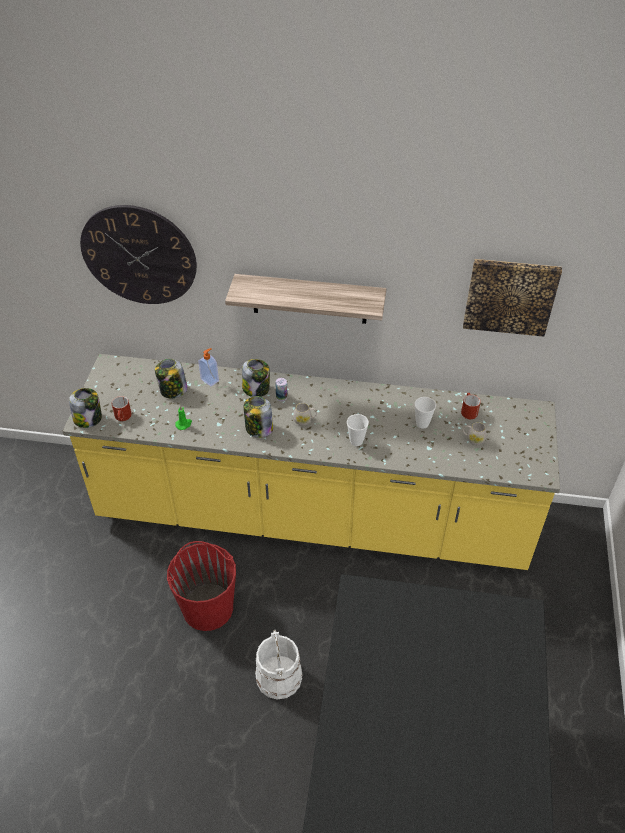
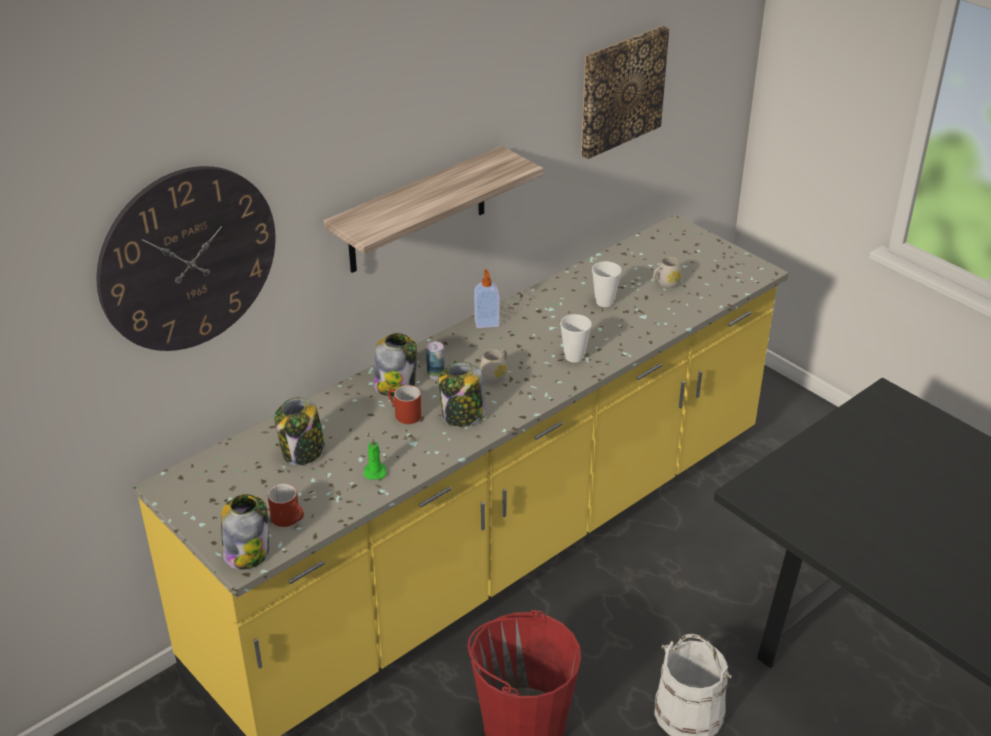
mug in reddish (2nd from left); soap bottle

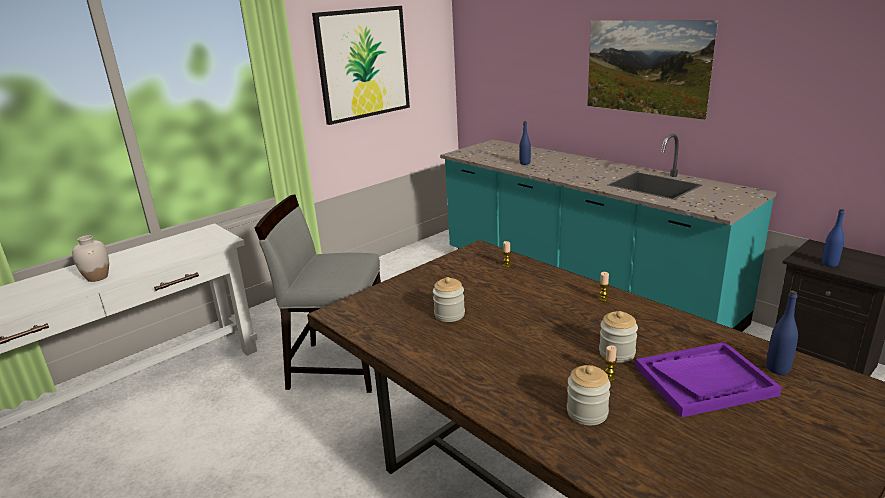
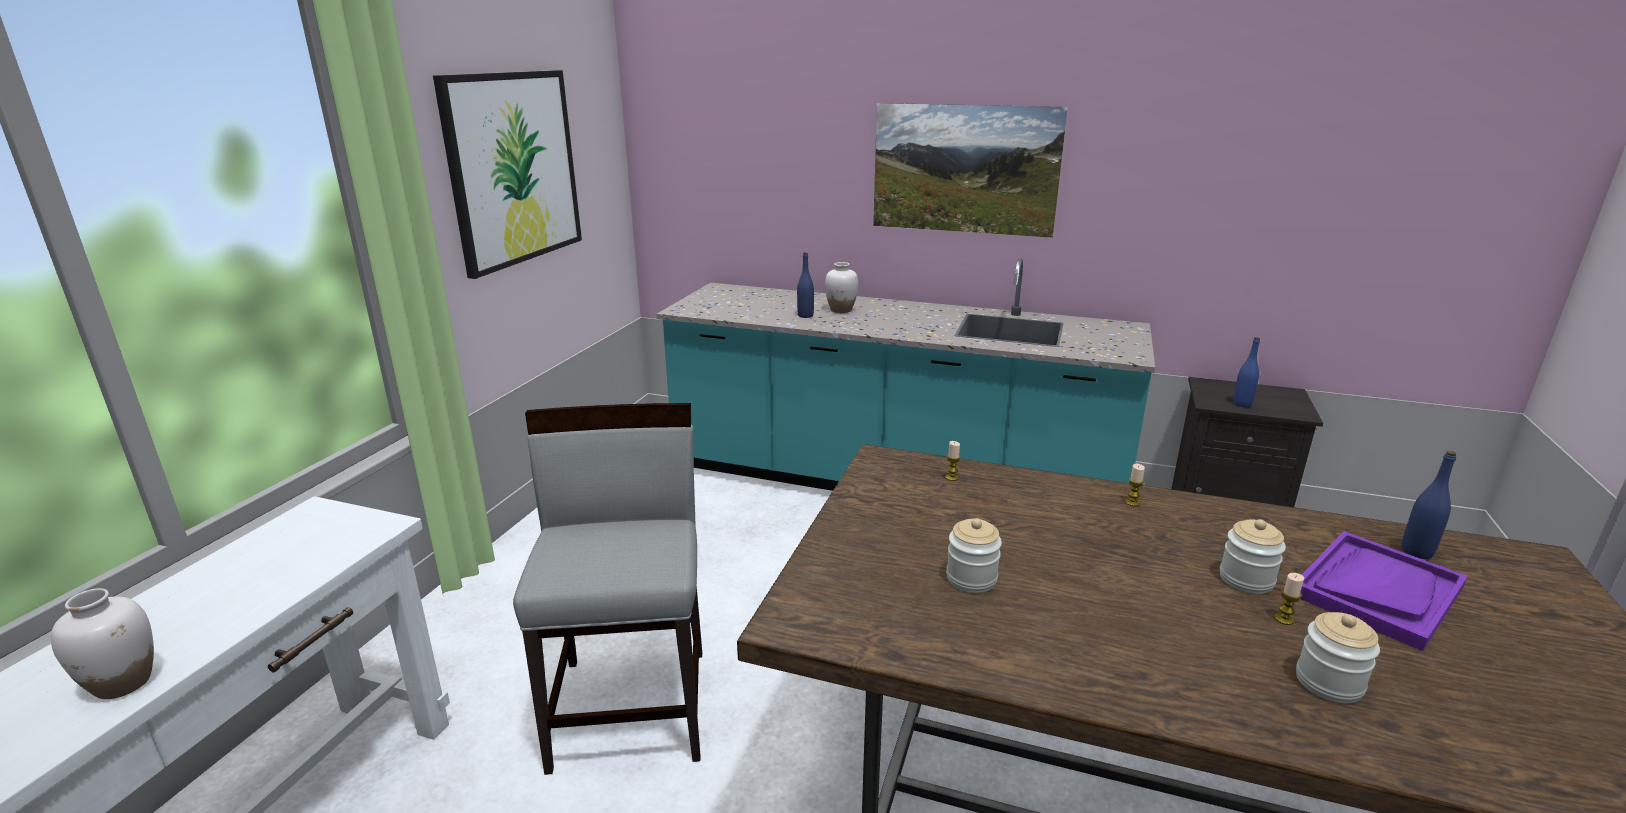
upright chair in gray; decorative vase in white-coloured (2nd from left)

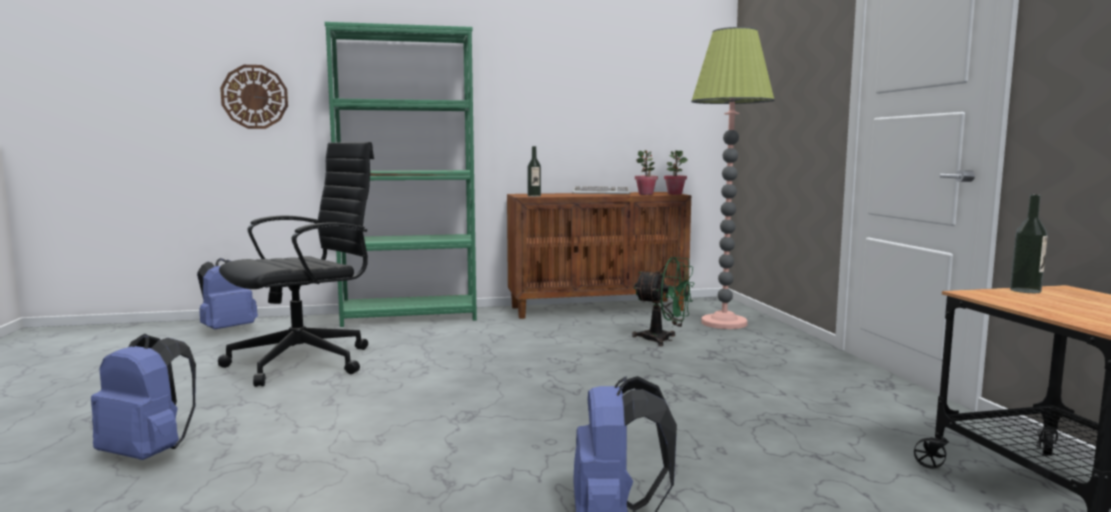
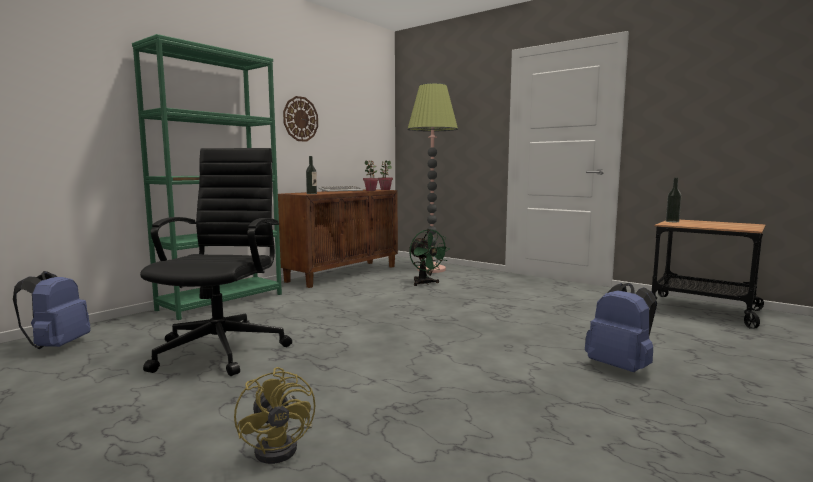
cooling fan in yellowish; wall clock; cooling fan in green

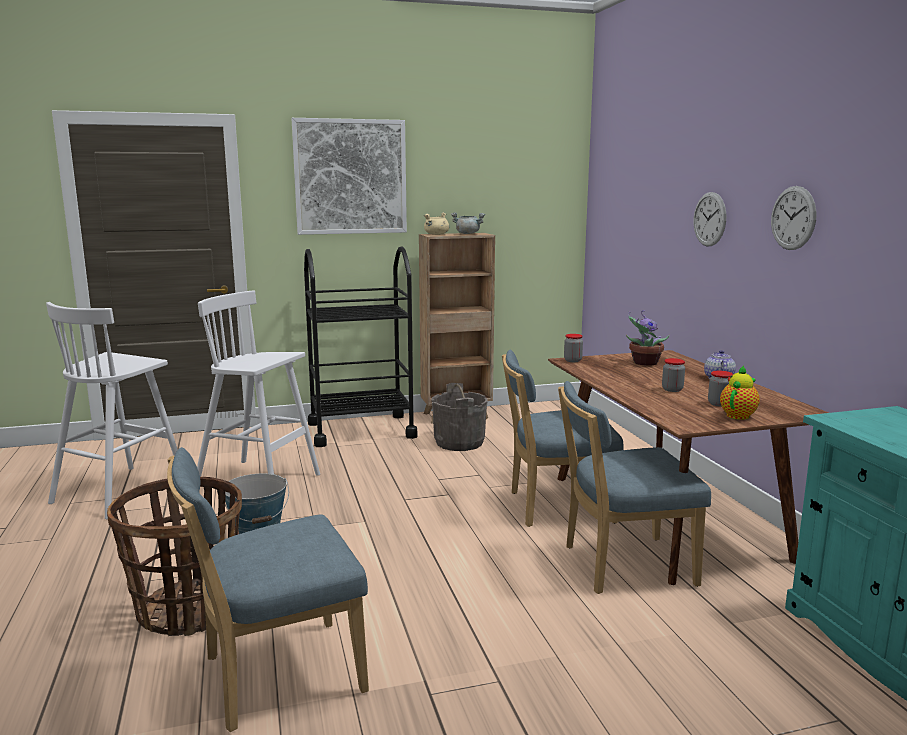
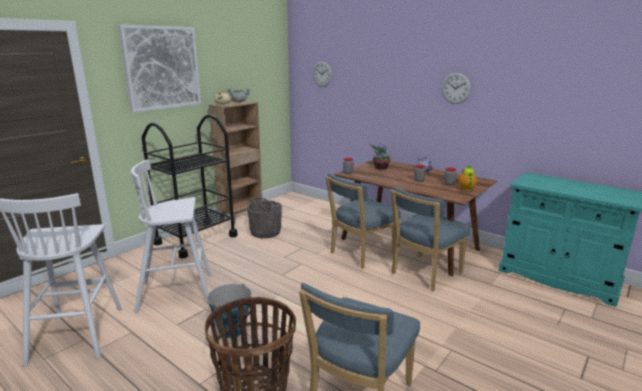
wall clock (1st from left)

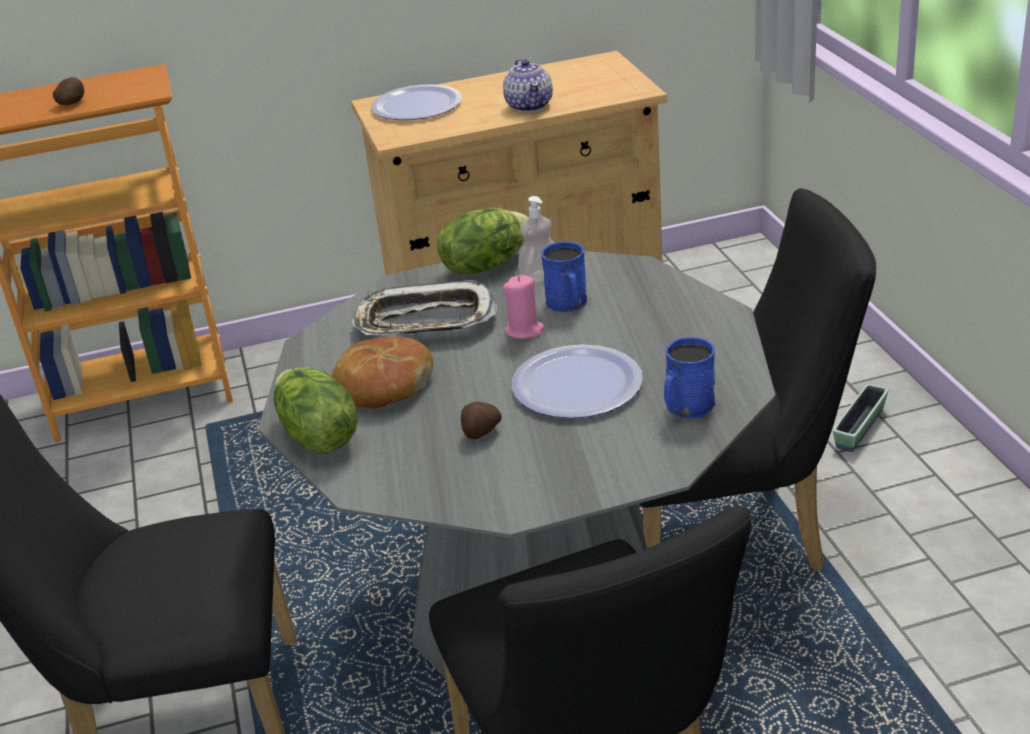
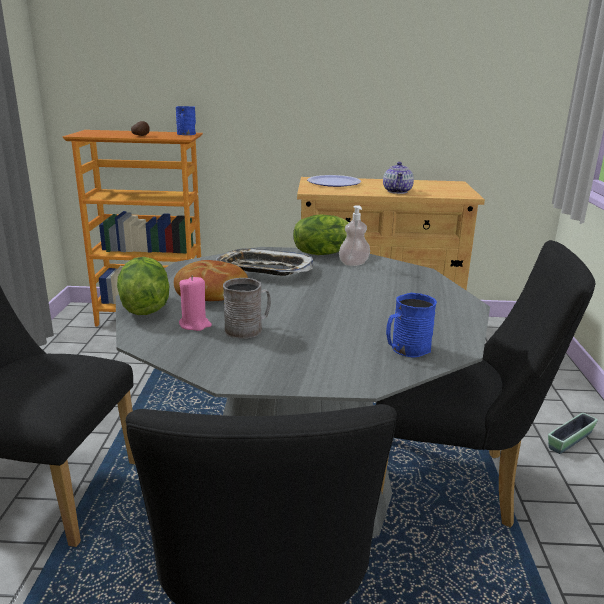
mug in bluish (1st from left); candle in pink; mug in gray; dinner plate (2nd from left in the first image)

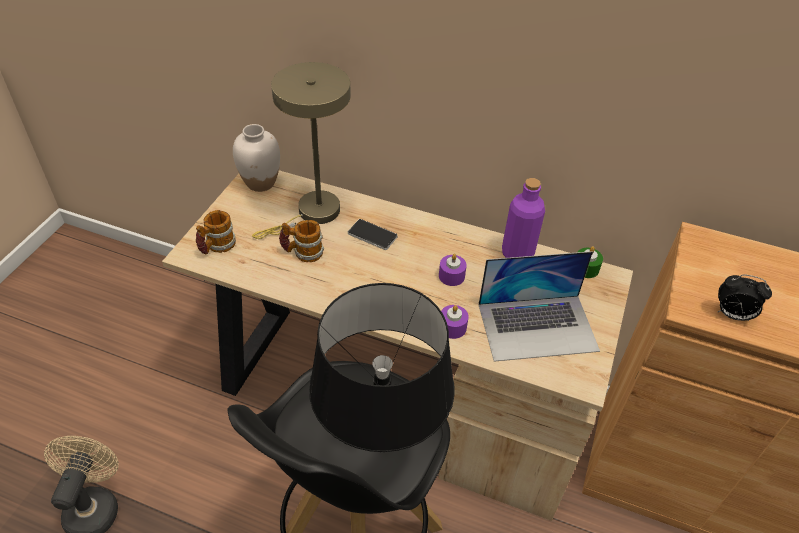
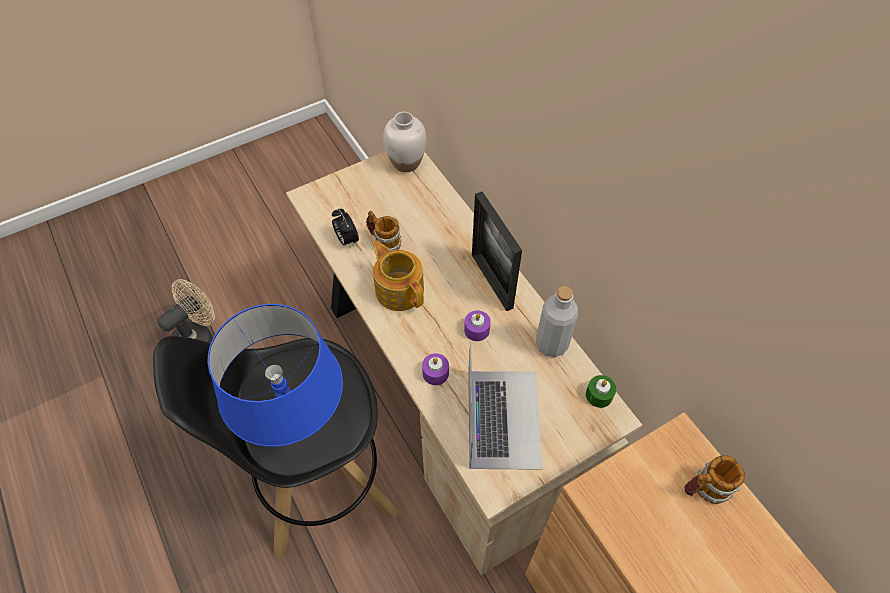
lamp for a table in bluish; alarm clock; pot for tea; notebook computer; photo frame; drink bottle in gray; mug (2nd from left); lamp for a table in beige; phone

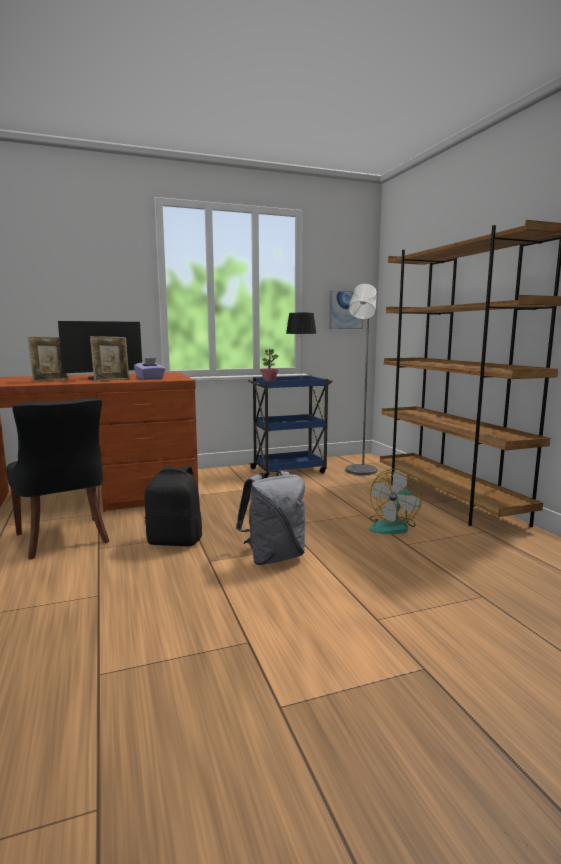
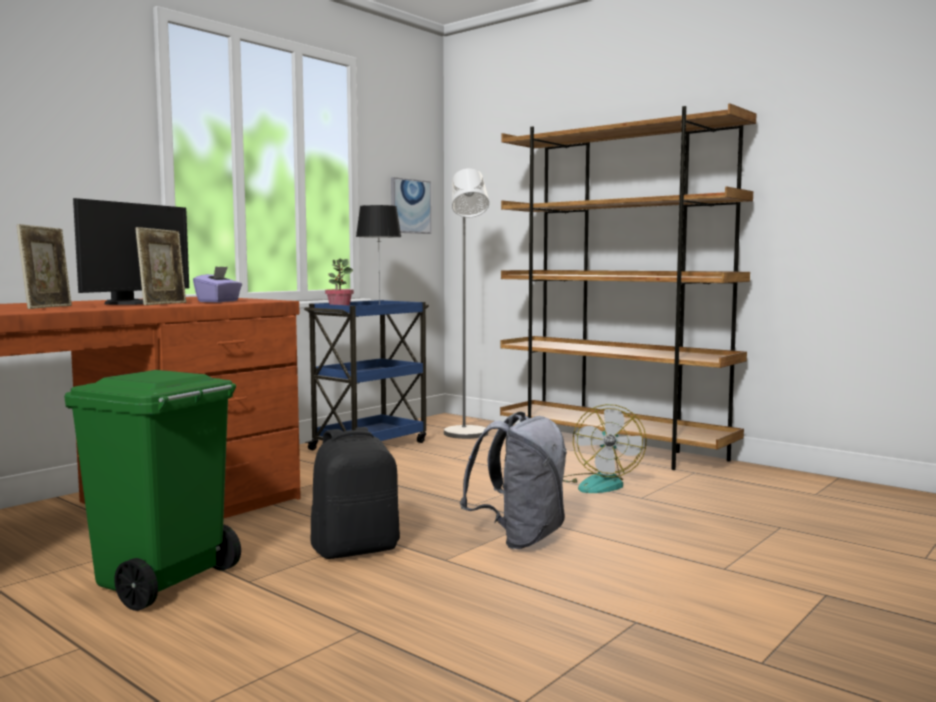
waste bin in green

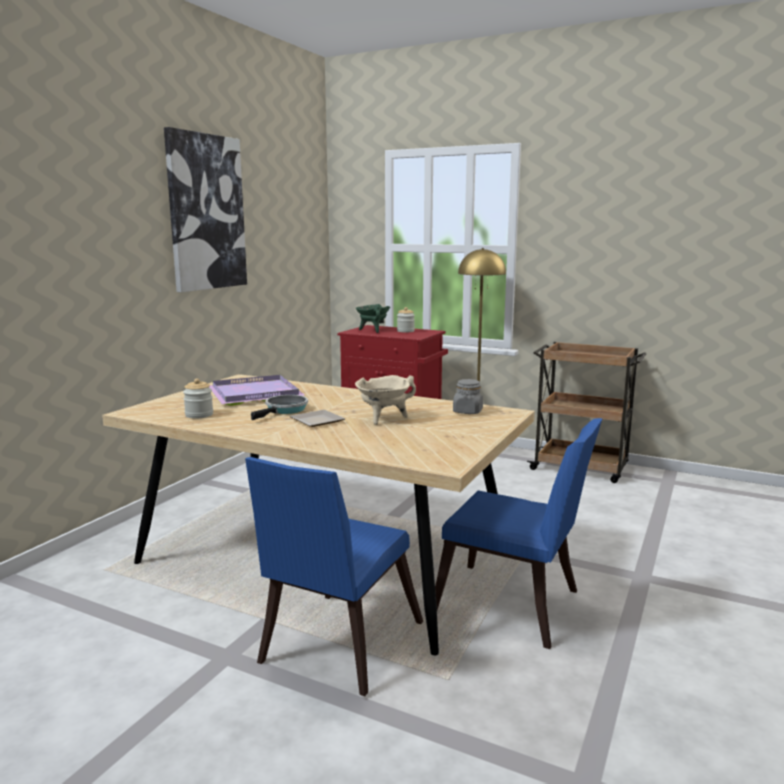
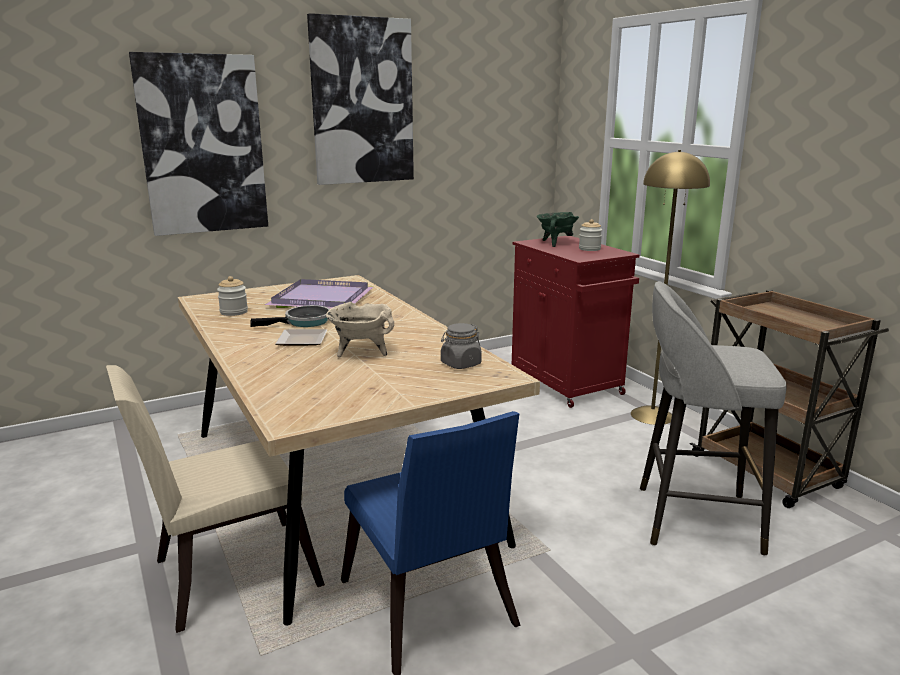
upright chair in beige; picture (1st from left); sitting stool in gray

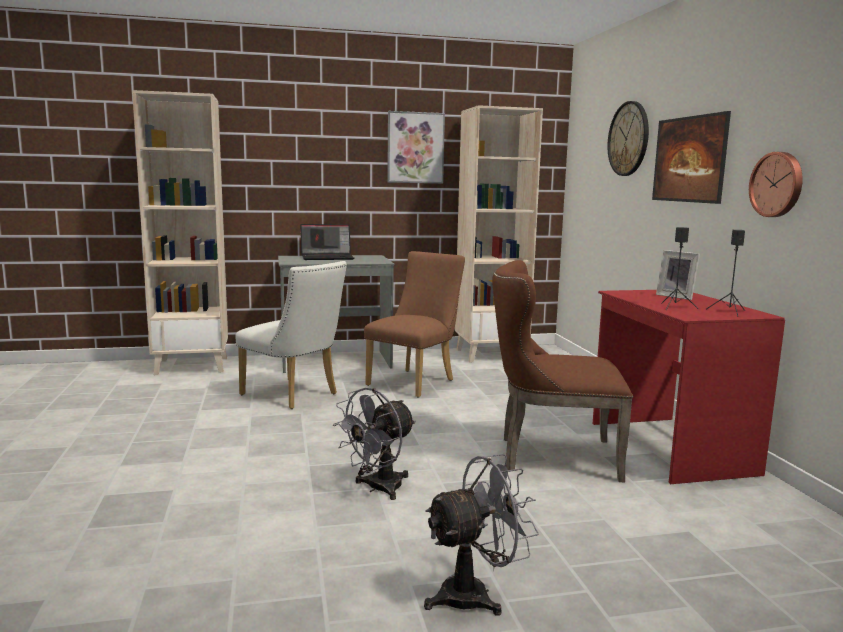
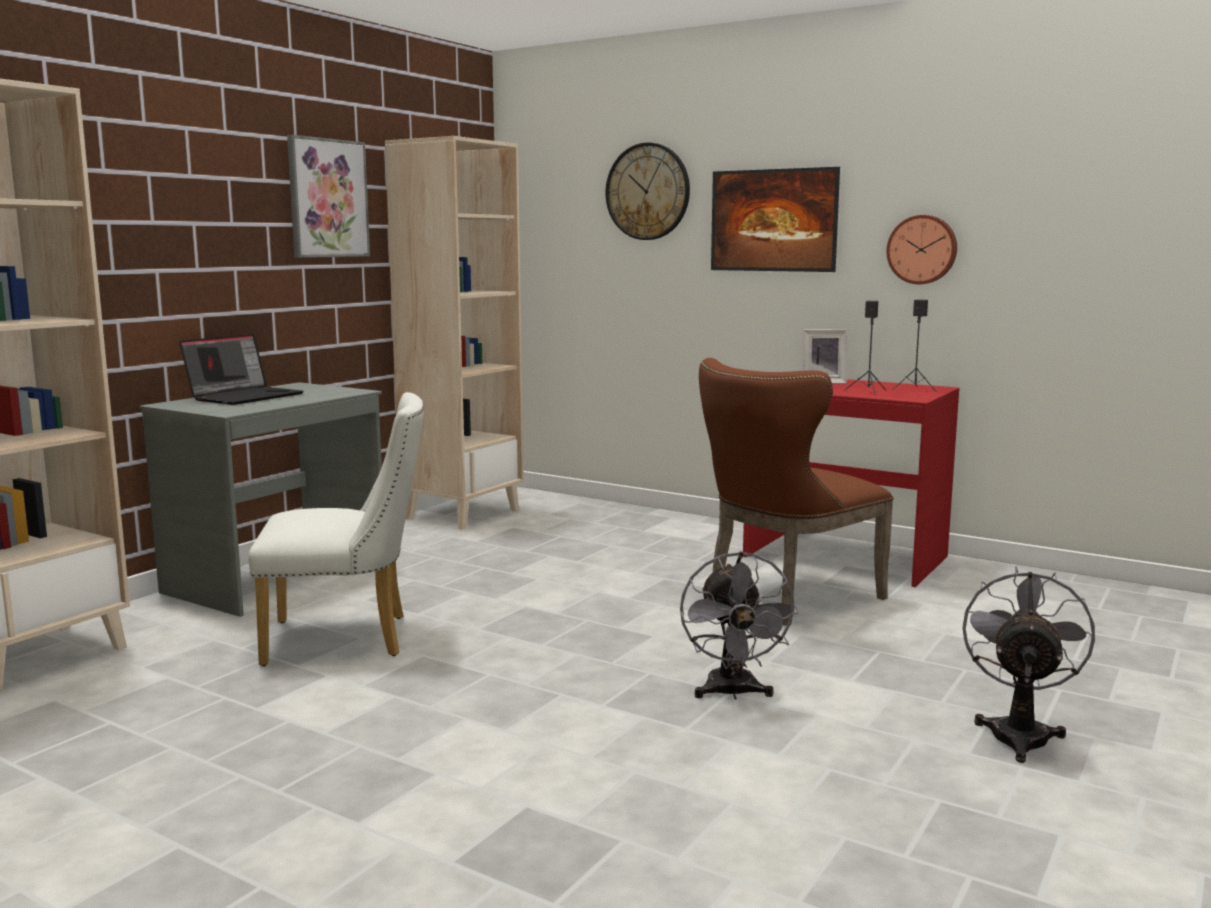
upright chair in brown (1st from left in the first image)

